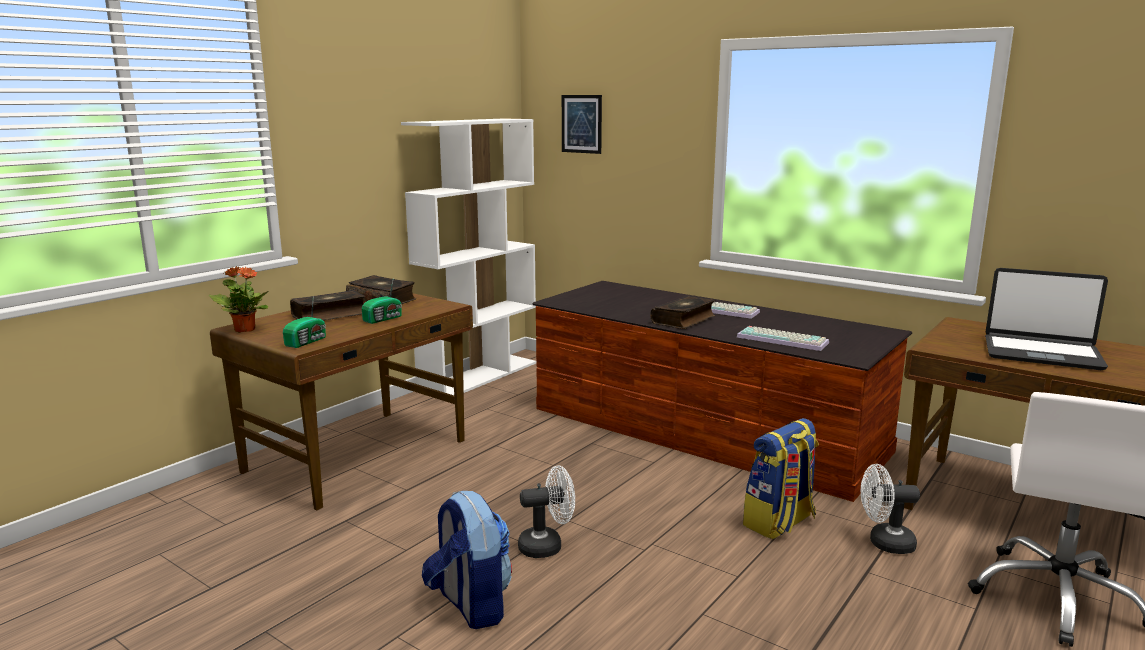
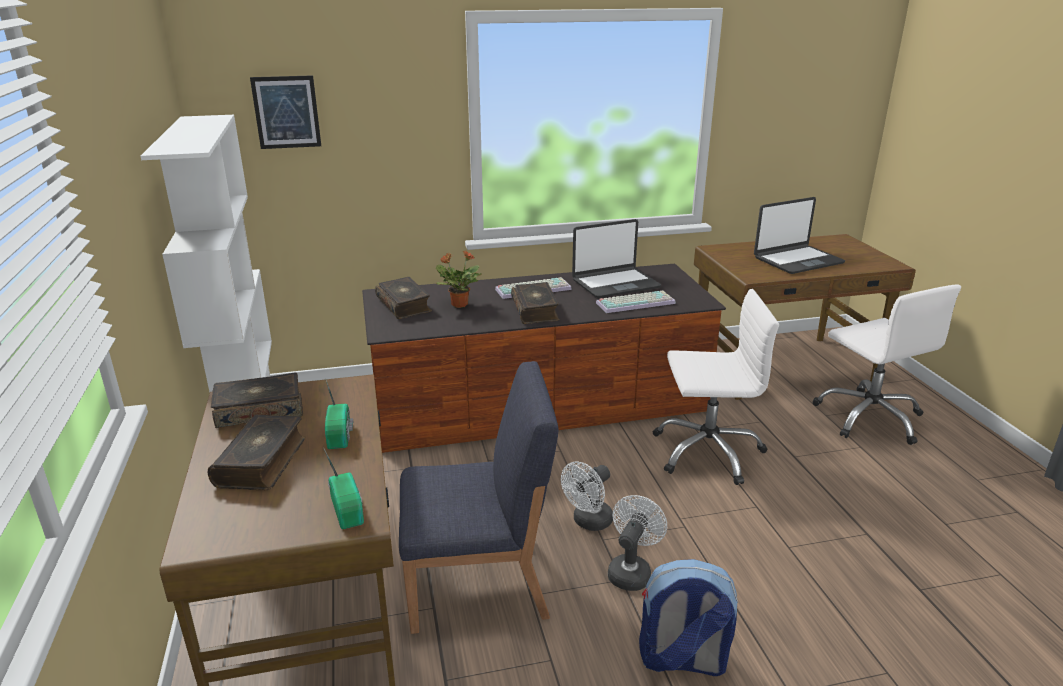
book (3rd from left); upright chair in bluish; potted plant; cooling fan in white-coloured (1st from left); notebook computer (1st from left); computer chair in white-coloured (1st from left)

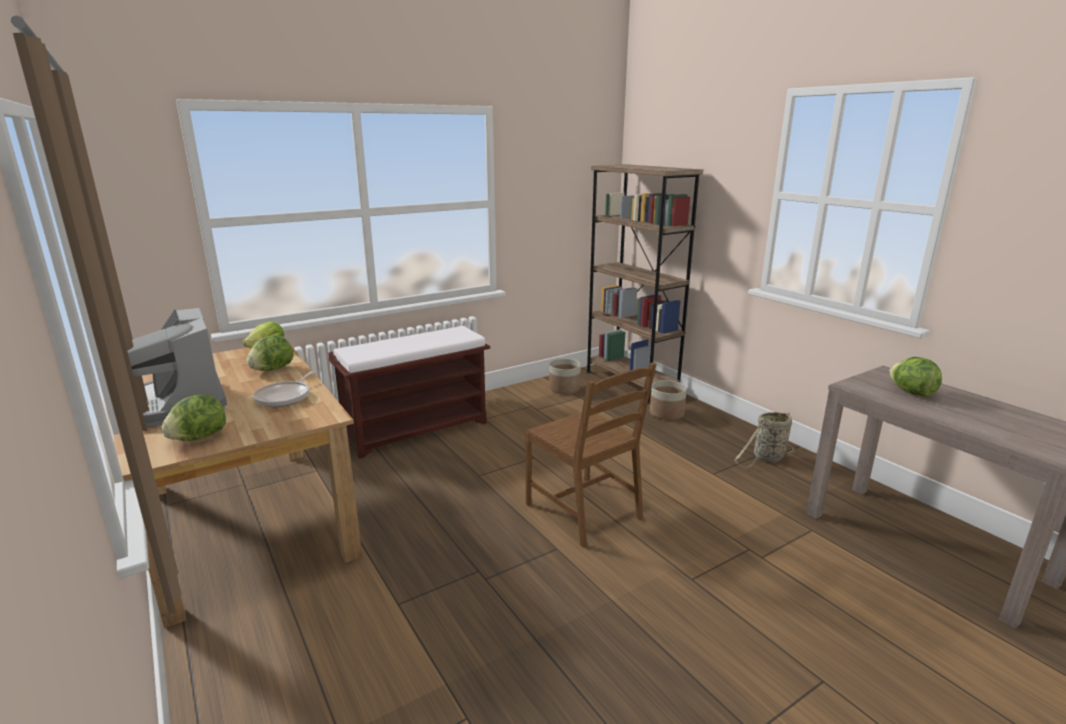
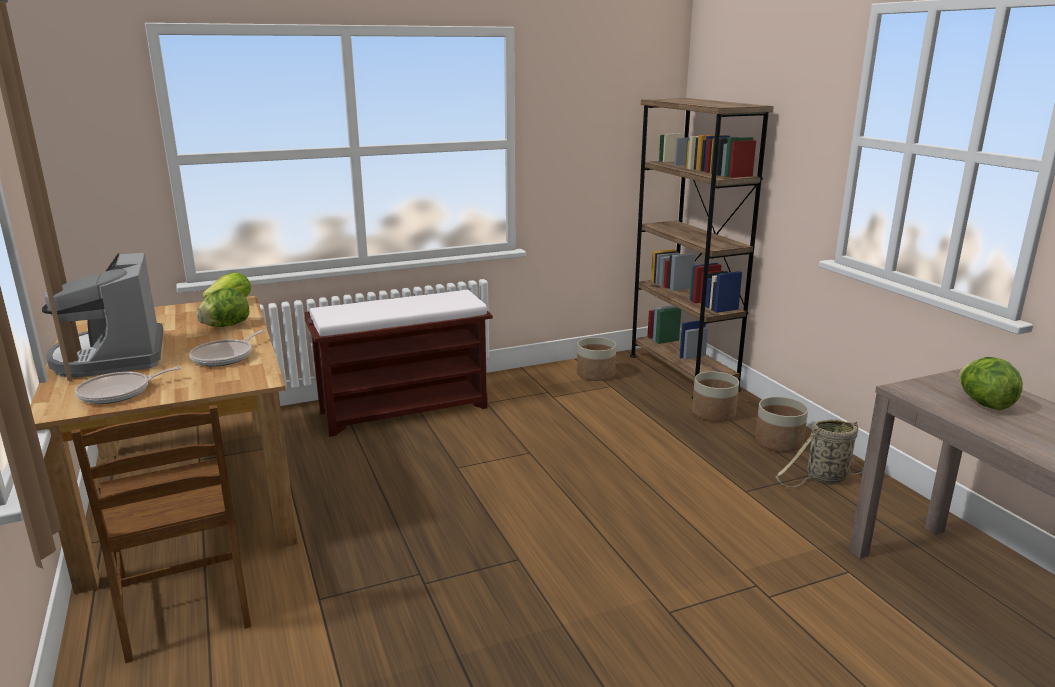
upright chair in brown; skillet (1st from left); plant pot (3rd from left)

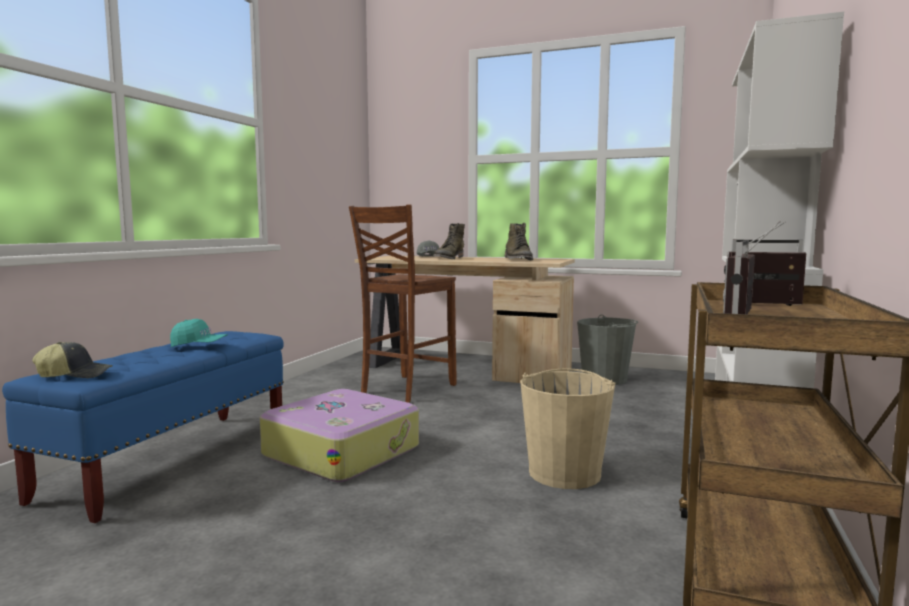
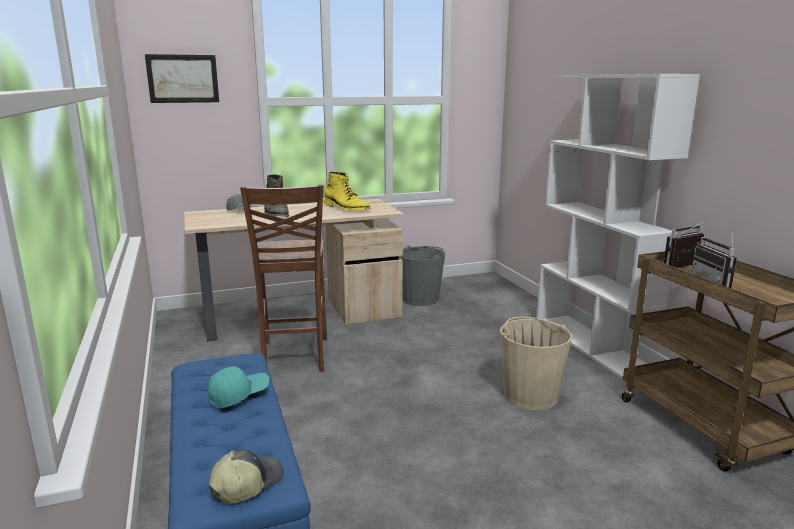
picture; boot in yellowish; piece of luggage

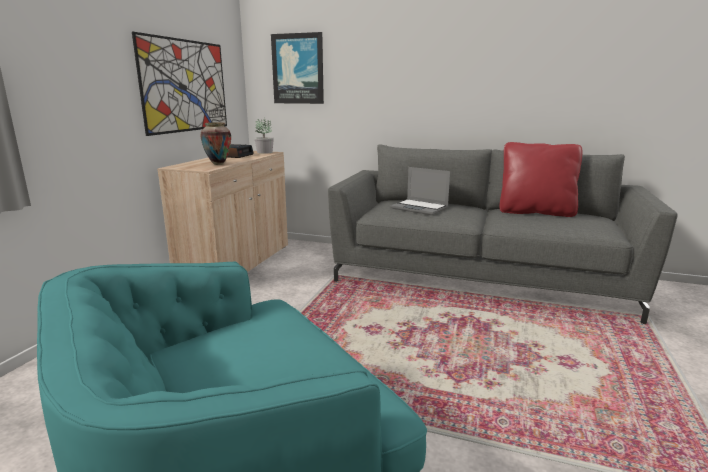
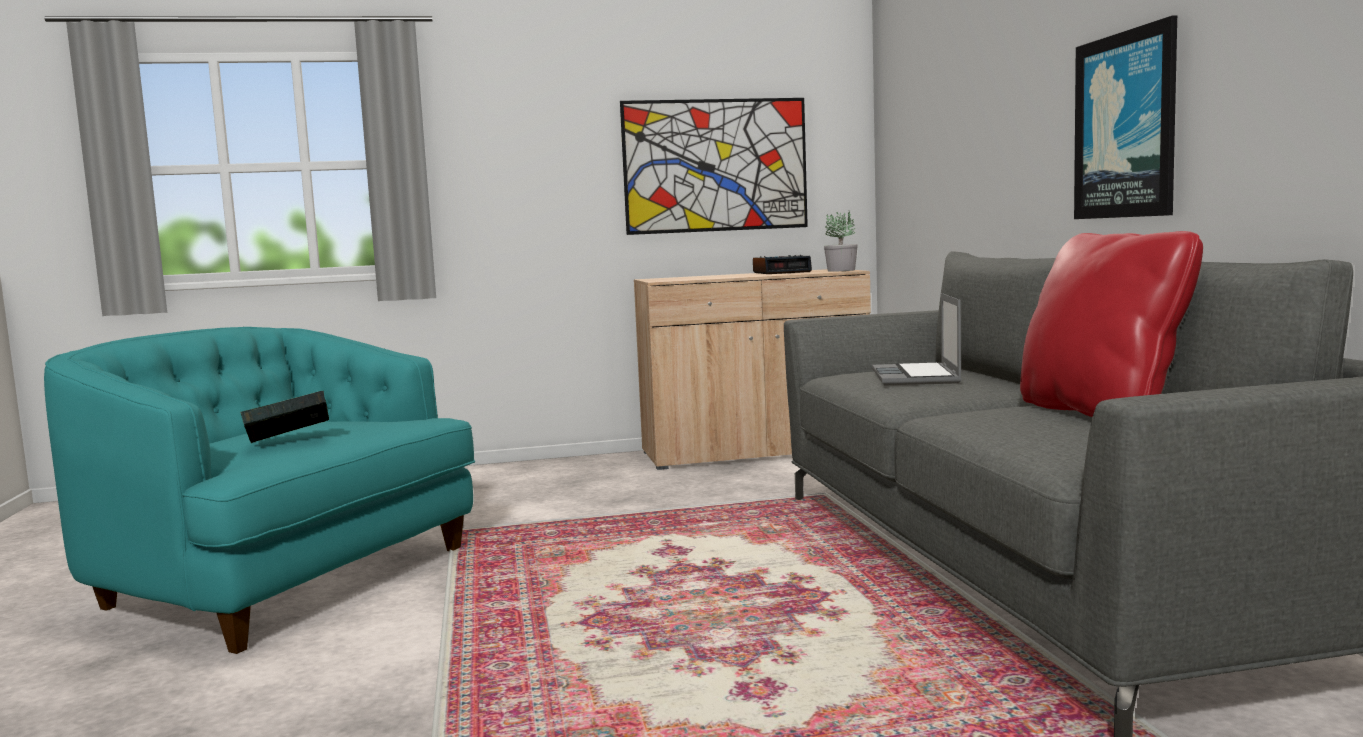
book; picture (2nd from left); decorative vase

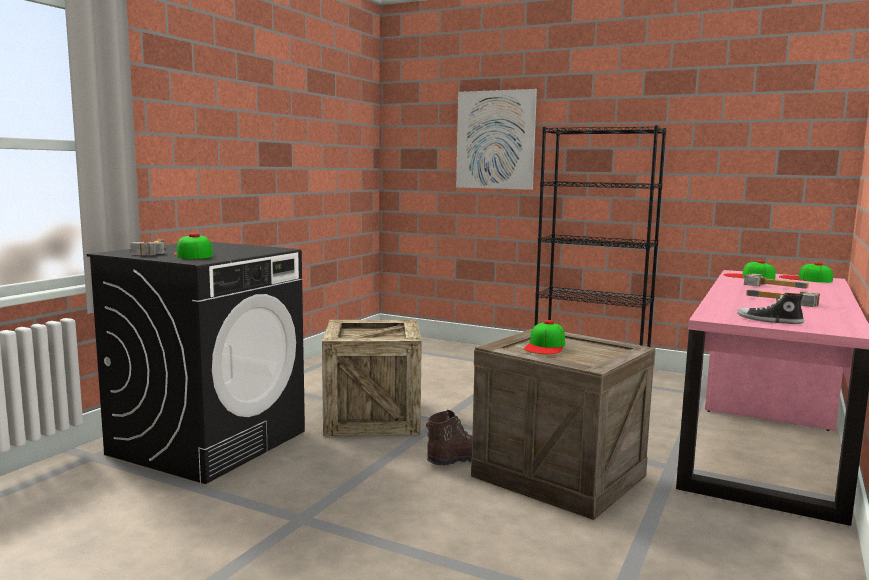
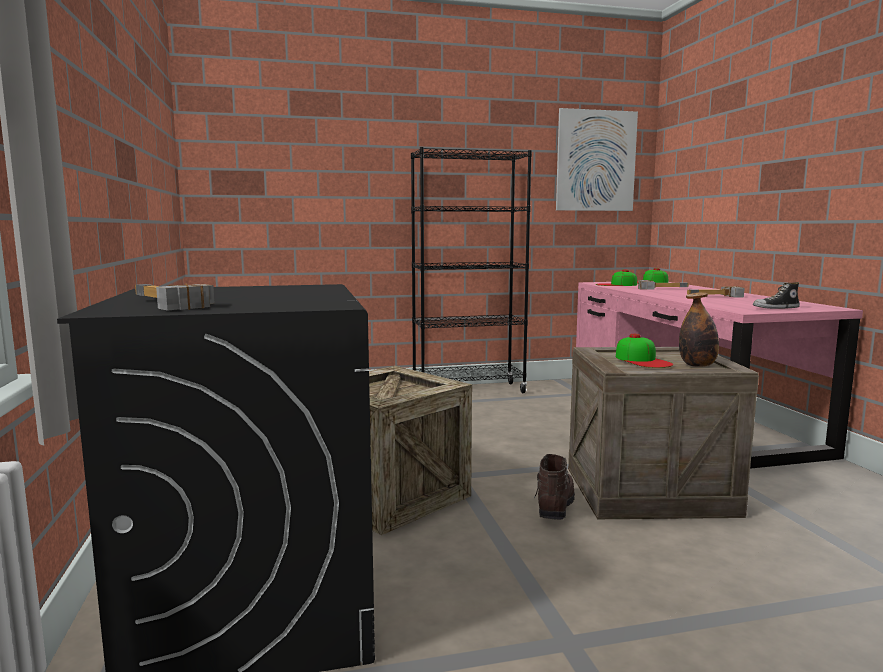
picture; drink bottle; cap (1st from left in the first image)

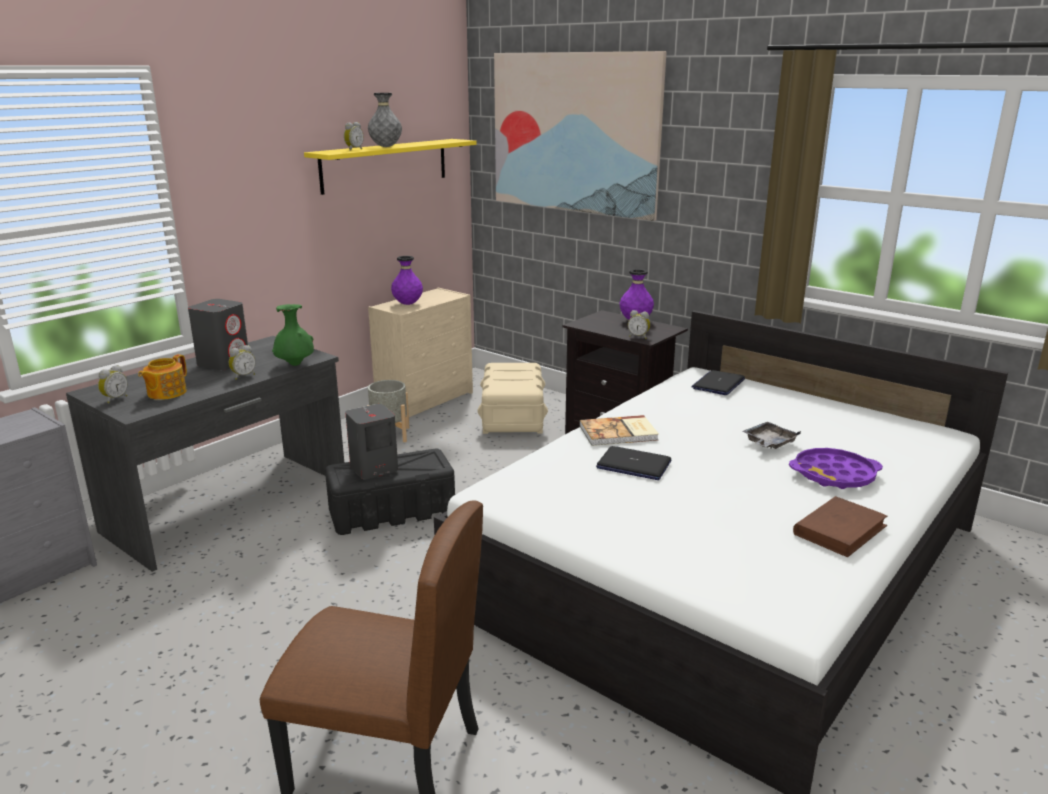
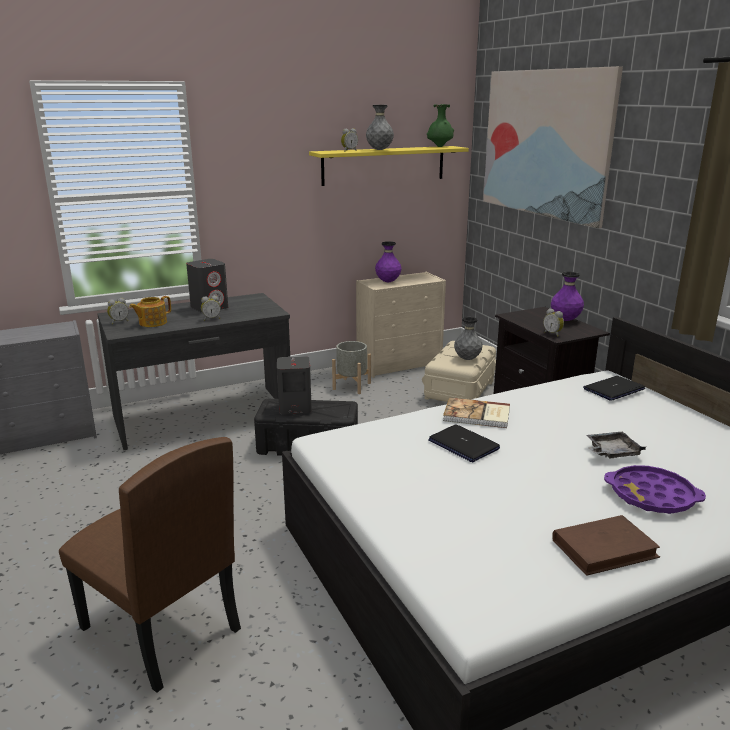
decorative vase in green; decorative vase in gray (2nd from left)

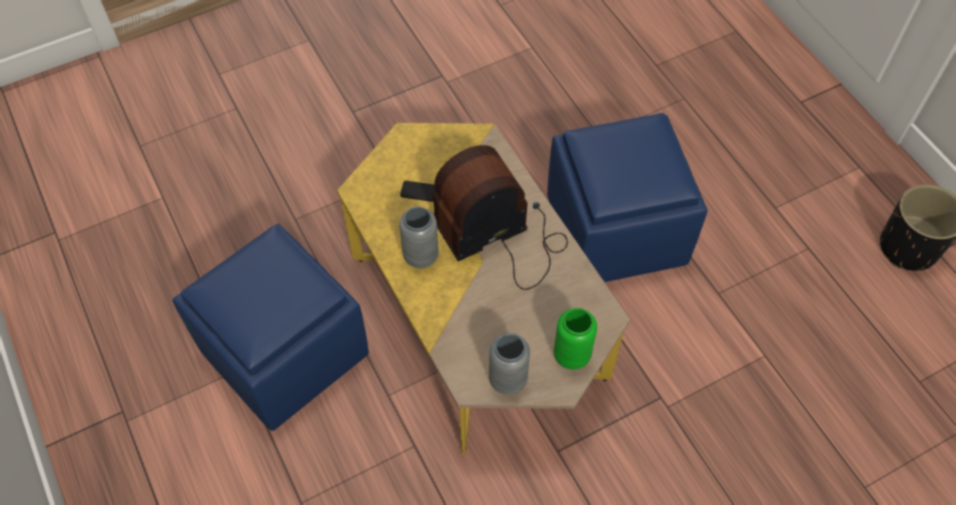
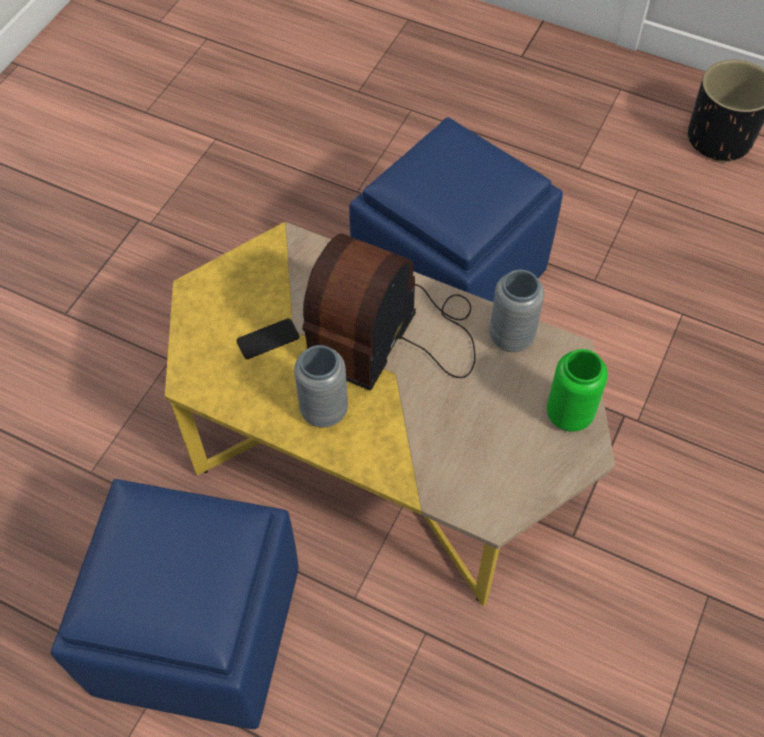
decorative vase in gray (2nd from left)

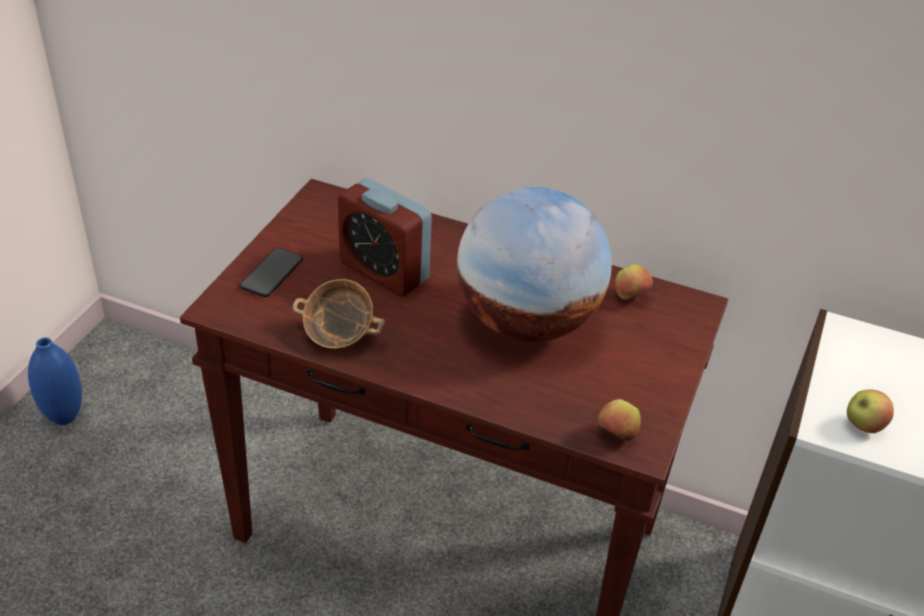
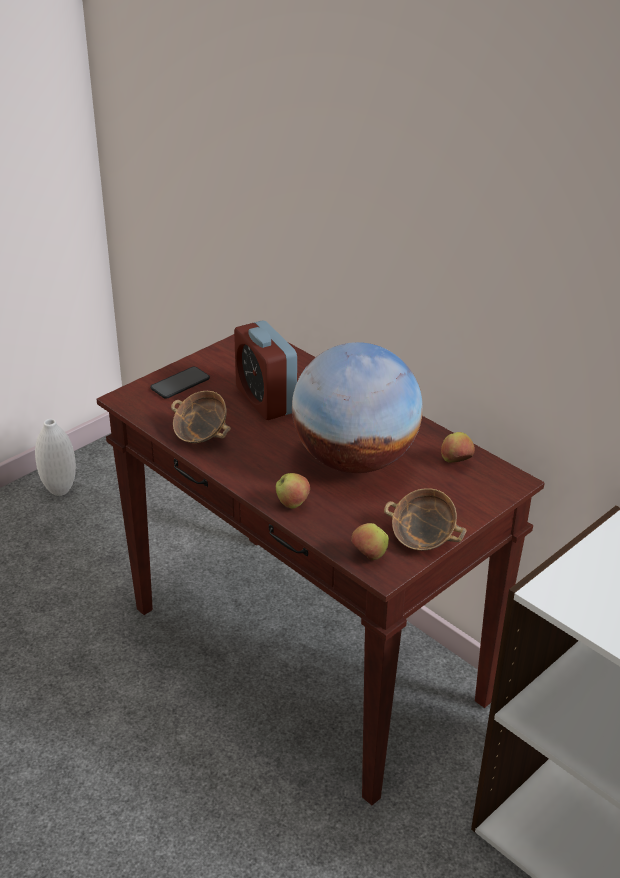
decorative vase in white-coloured; apple (1st from left); serving bowl (2nd from left)

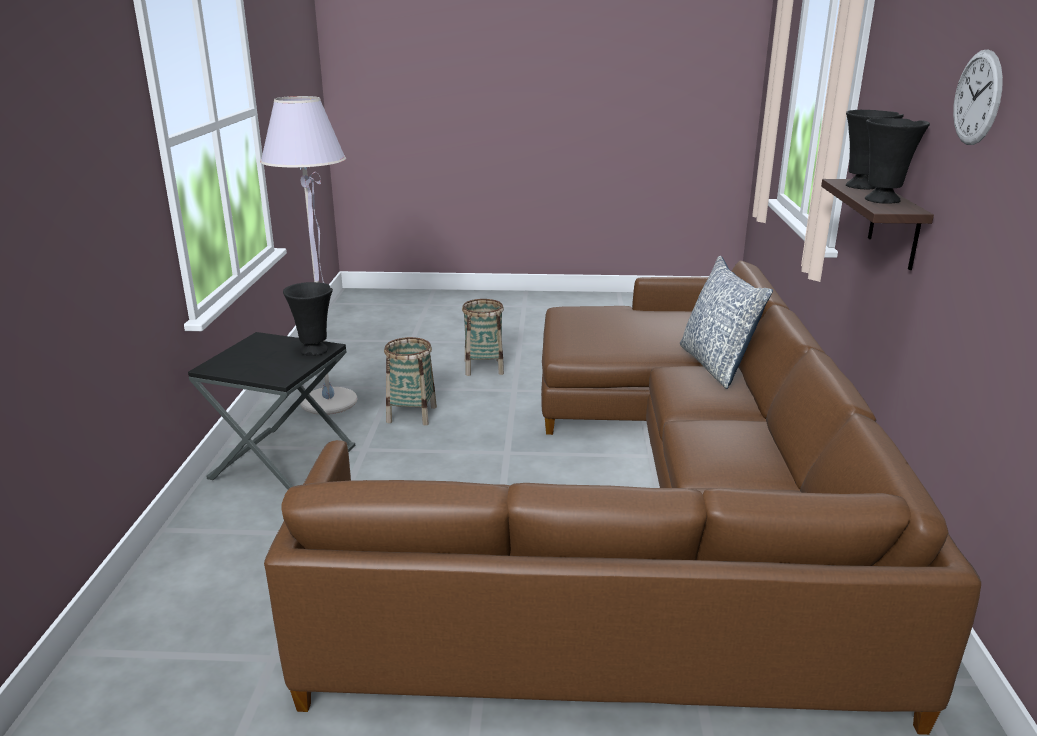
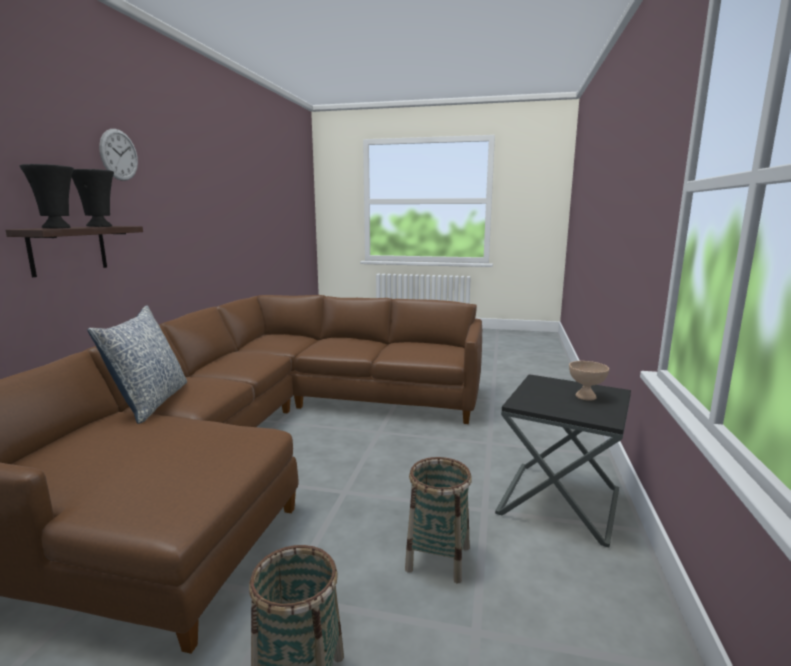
serving bowl in beige; floor lamp in gray; decorative vase in blackish (1st from left in the first image)

